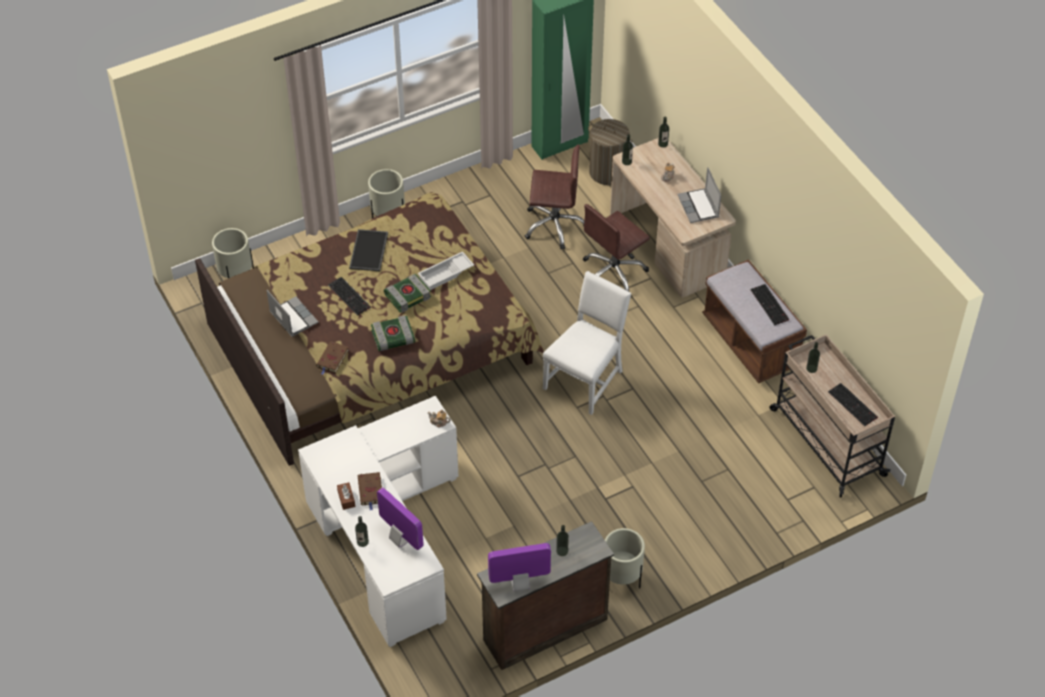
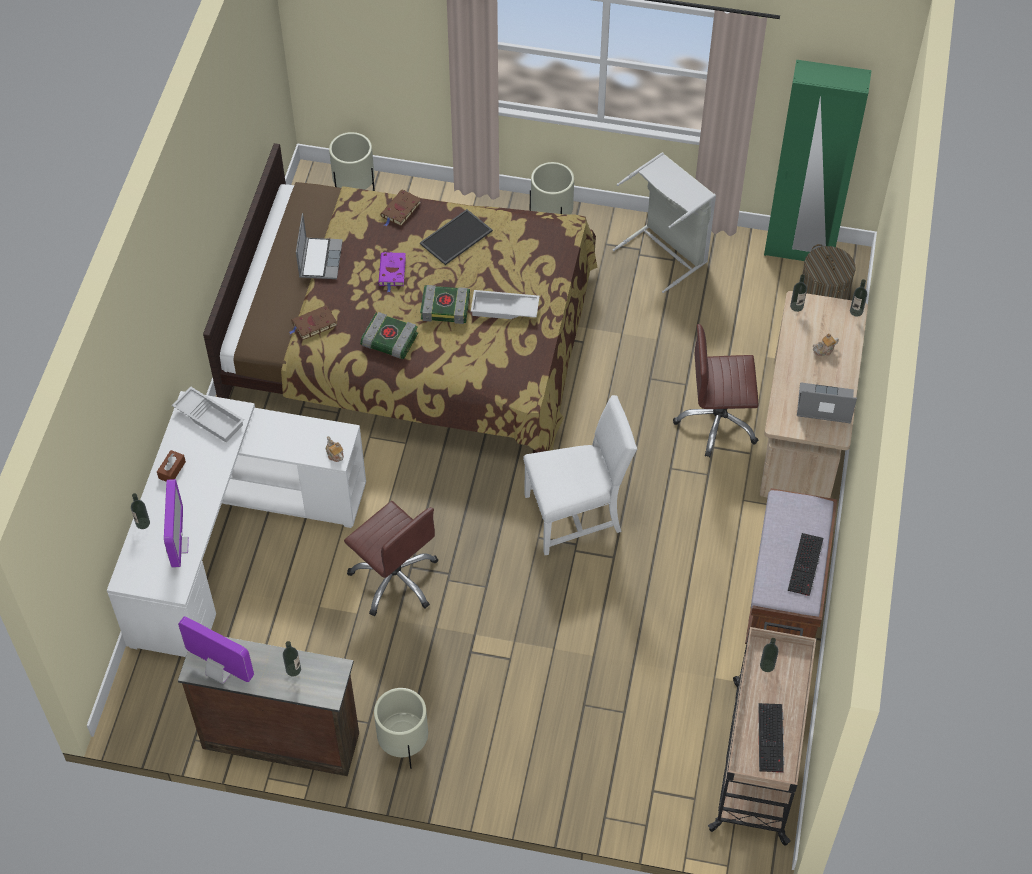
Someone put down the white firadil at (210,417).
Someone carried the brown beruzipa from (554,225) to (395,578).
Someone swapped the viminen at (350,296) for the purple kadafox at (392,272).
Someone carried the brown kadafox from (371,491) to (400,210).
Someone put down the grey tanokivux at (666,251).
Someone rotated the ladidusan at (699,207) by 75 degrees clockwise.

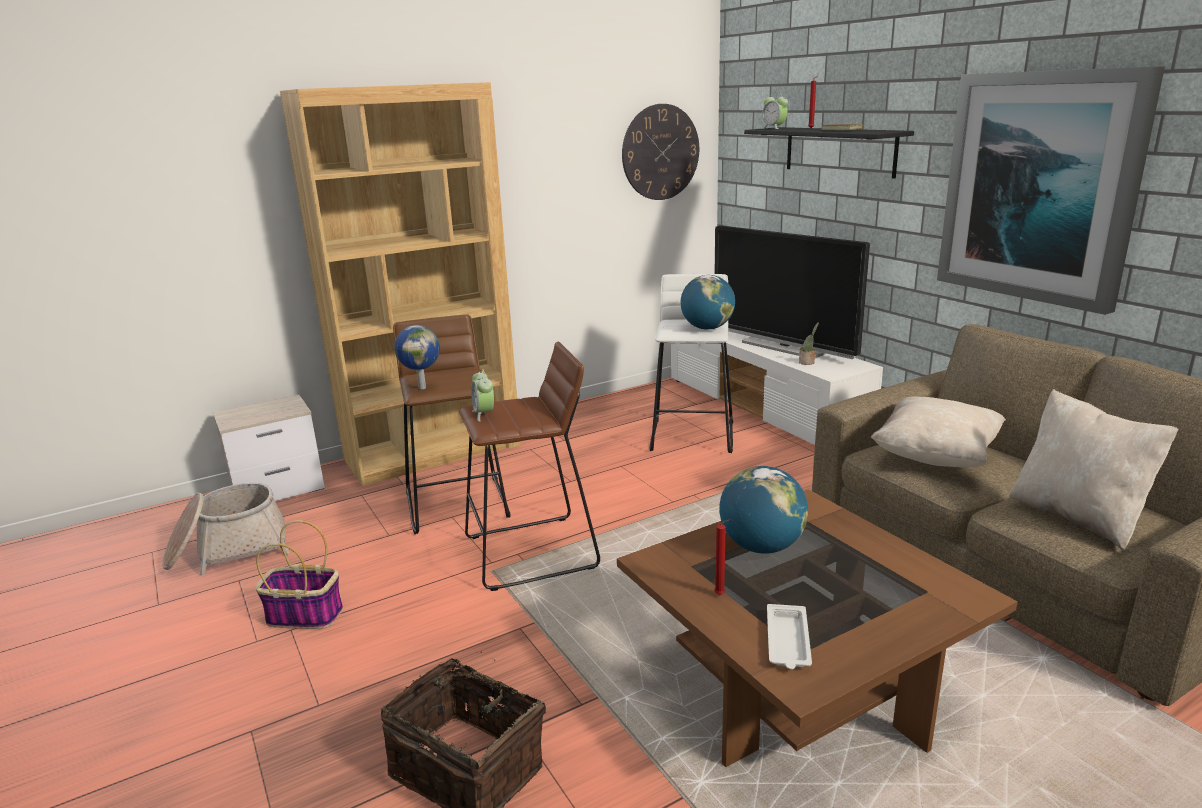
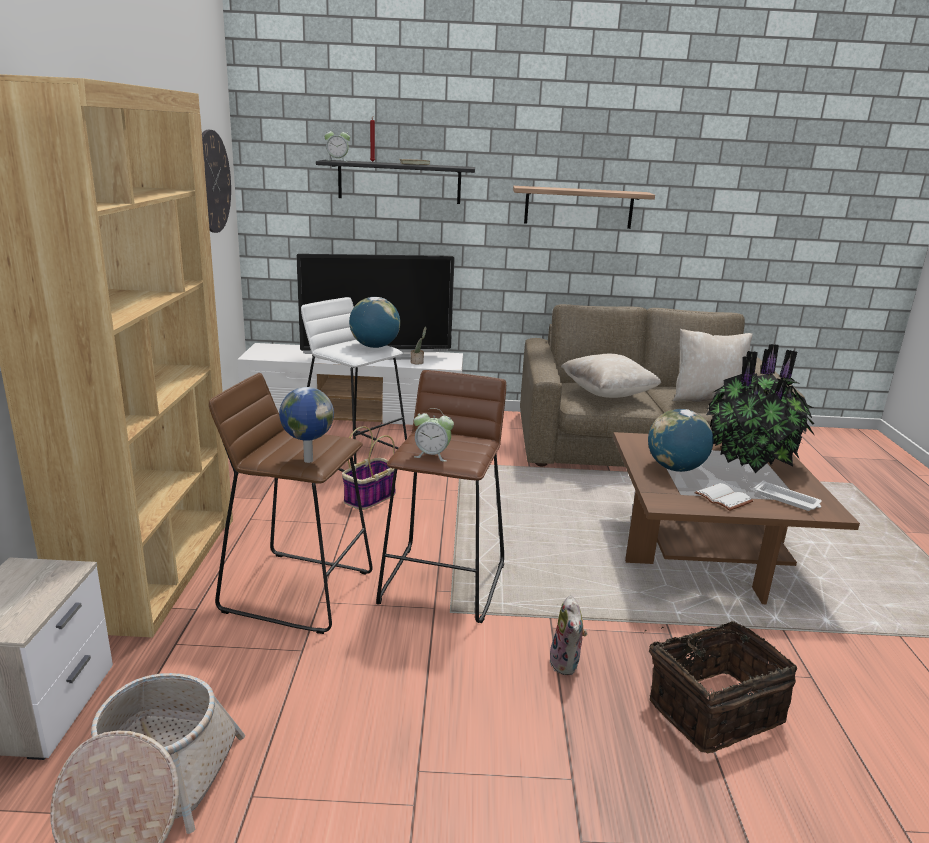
Someone carried the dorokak from (303,616) to (369,498).
Someone swapped the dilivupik at (1039,187) for the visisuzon at (578,207).
Someone put down the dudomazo at (567,664).
Someone swapped the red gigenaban at (721,595) for the white kadafox at (724,498).
Someone put down the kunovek at (750,459).

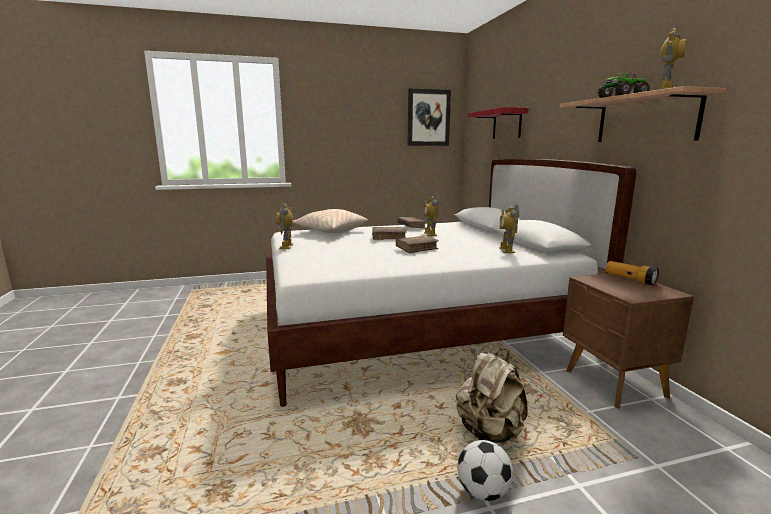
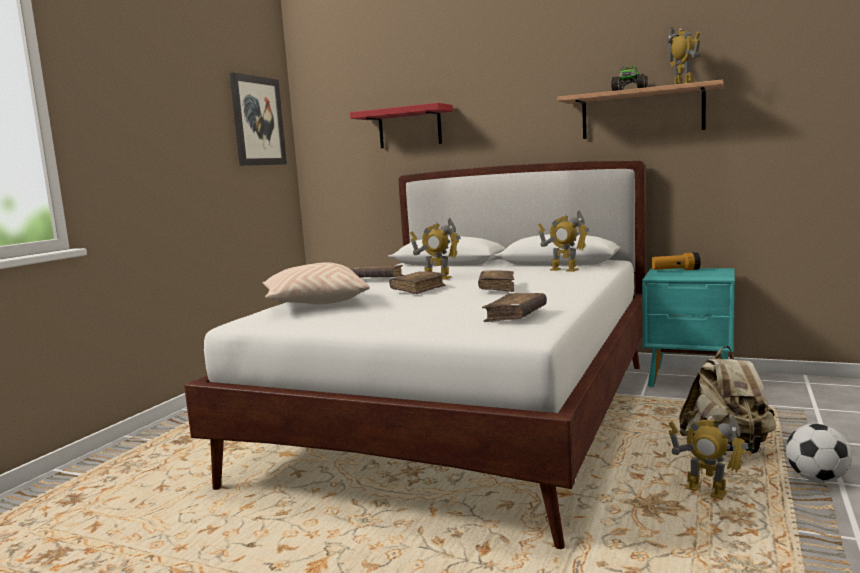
Someone put down the brown kadafox at (515,316).
Someone repainted the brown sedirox at (614,384), which became the turquoise sedirox at (690,379).
Someone carried the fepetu from (287,246) to (706,491).

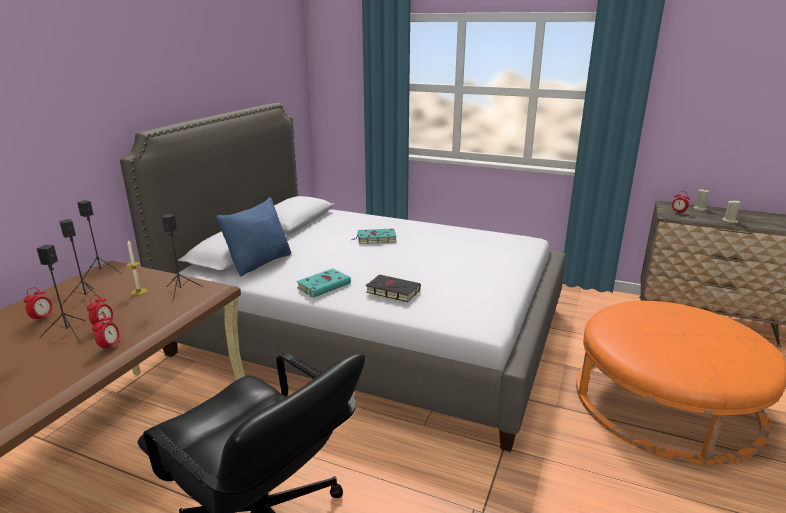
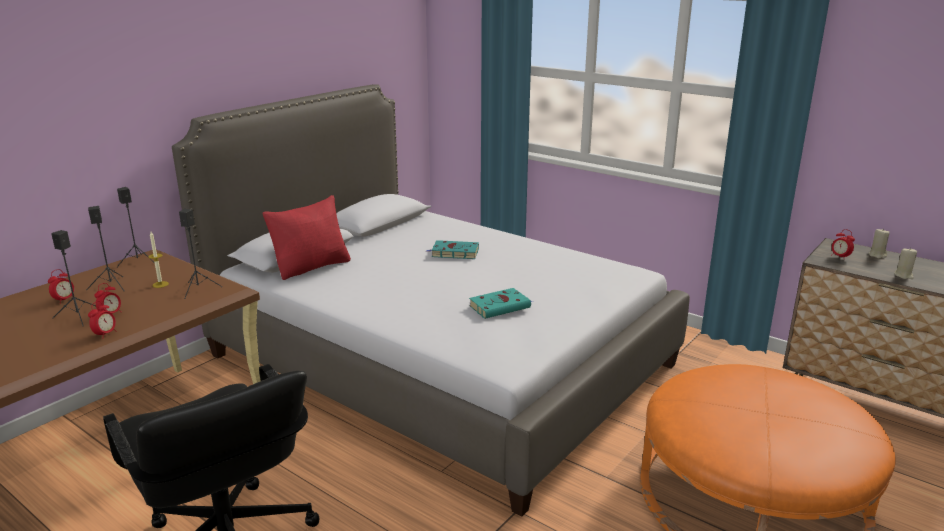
Someone repainted the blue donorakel at (260,263), which became the red donorakel at (312,267).
Someone carried the turquoise kadafox from (325,285) to (501,306).
Someone took away the black kadafox at (391,291).

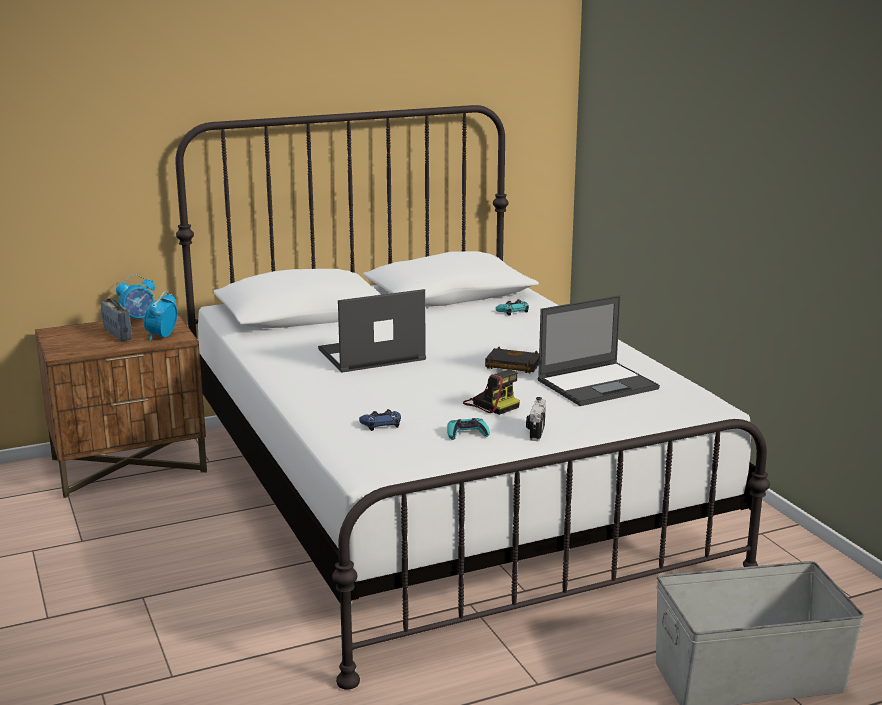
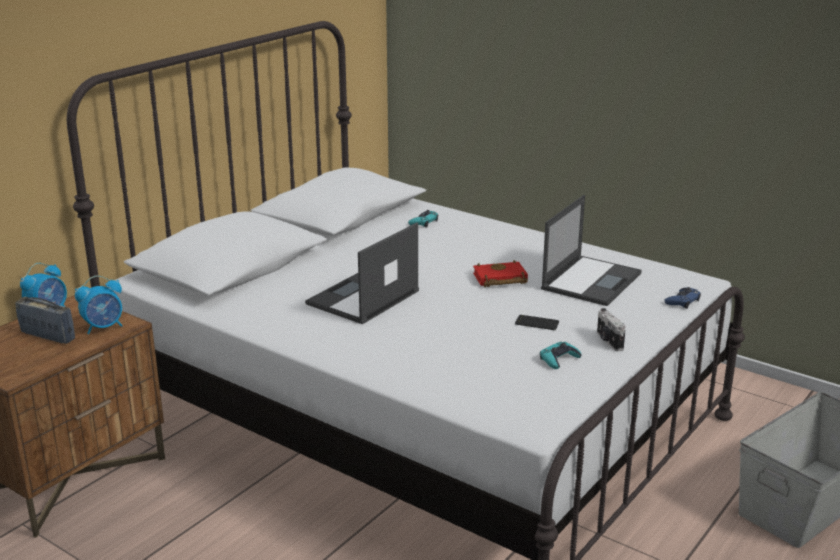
Someone rotated the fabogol at (162,337) by 105 degrees counterclockwise.
Someone repainted the black kadafox at (511,366), which became the red kadafox at (499,279).
Someone swapped the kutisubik at (491,404) for the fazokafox at (537,323).
Someone carried the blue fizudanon from (381,424) to (682,301).

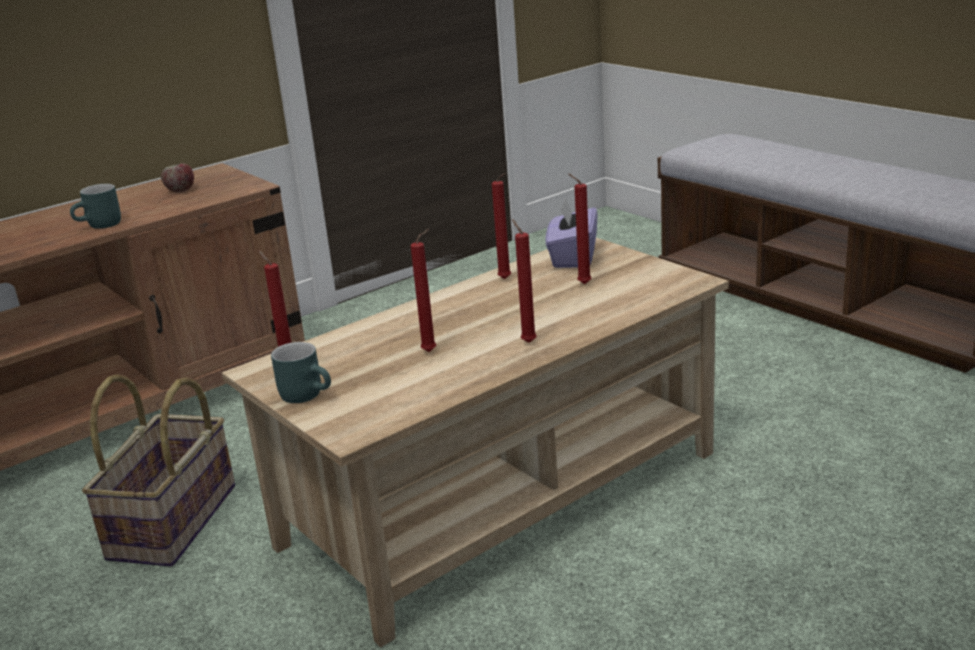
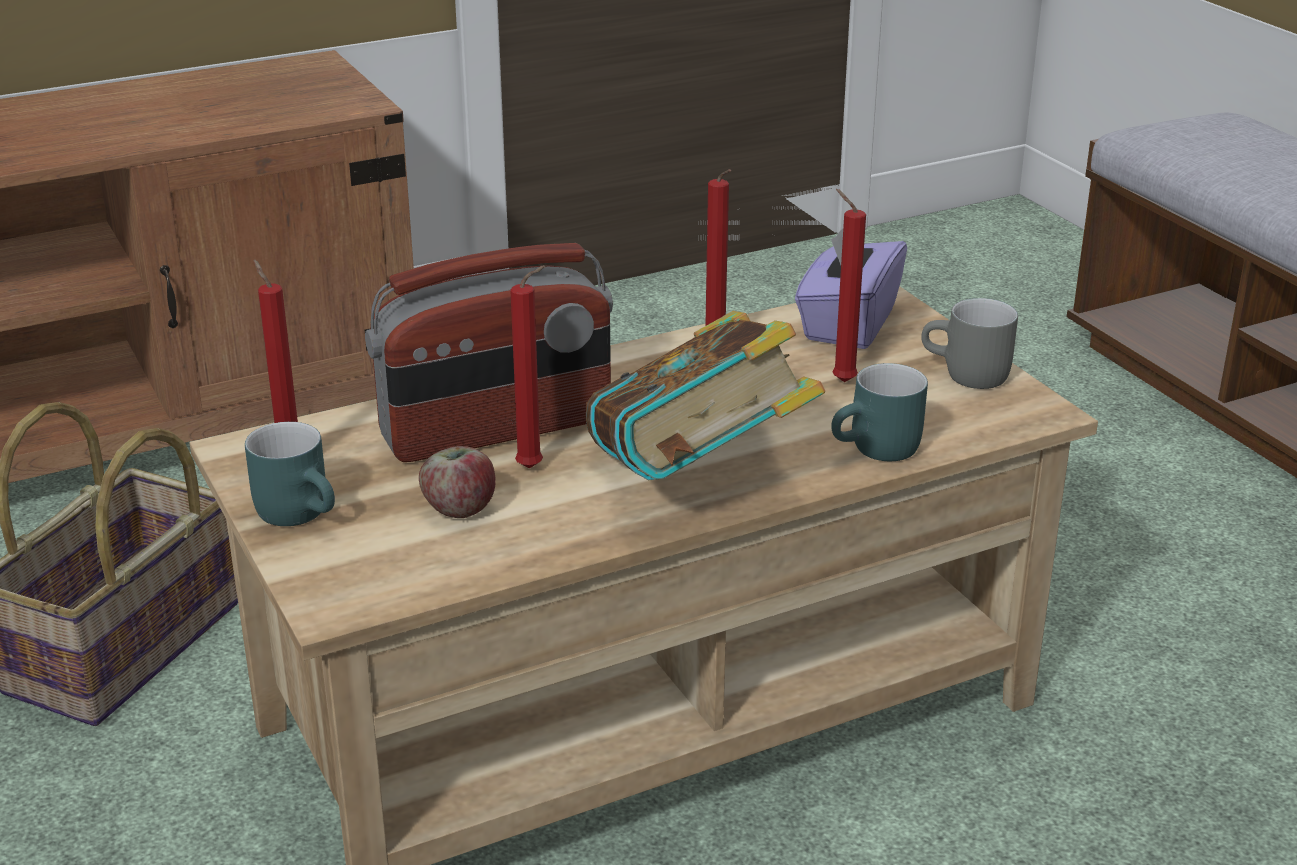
Someone put down the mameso at (497,430).
Someone carried the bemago from (180,190) to (460,508).
Someone swapped the red gigenaban at (527,341) for the kadafox at (698,480).
Someone carried the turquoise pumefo from (101,226) to (879,452).
Someone put down the grey pumefo at (965,376).

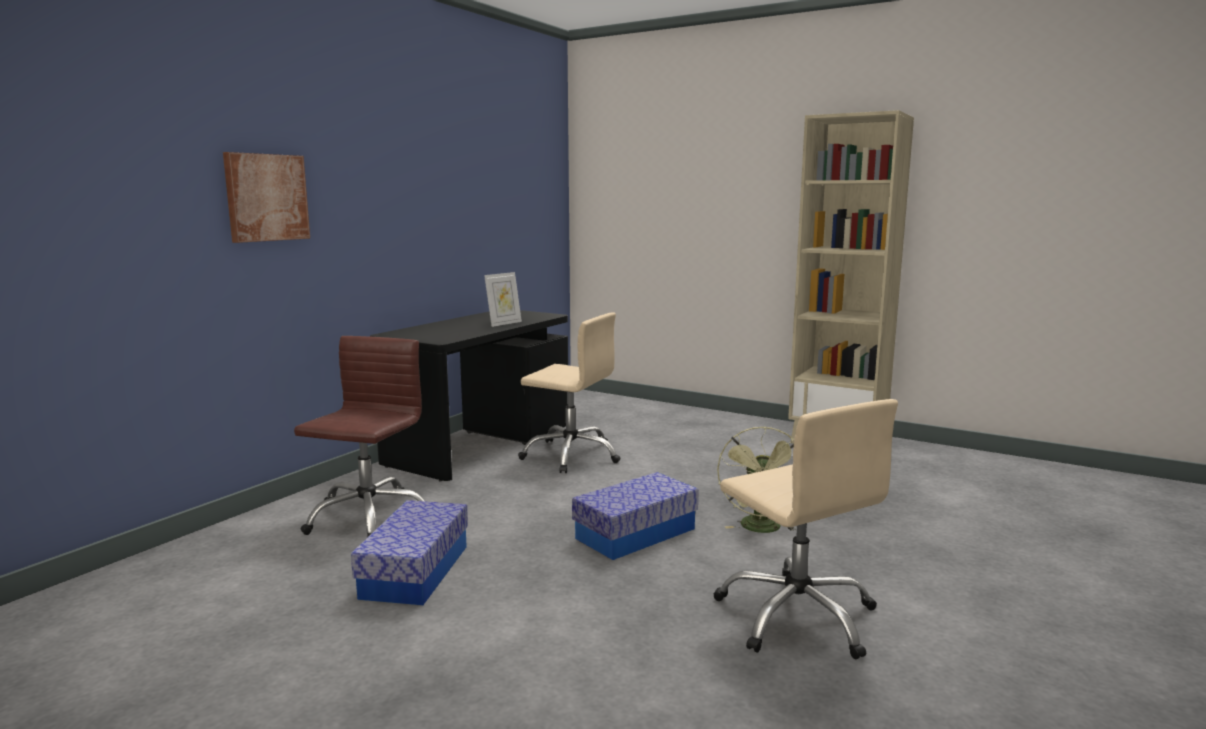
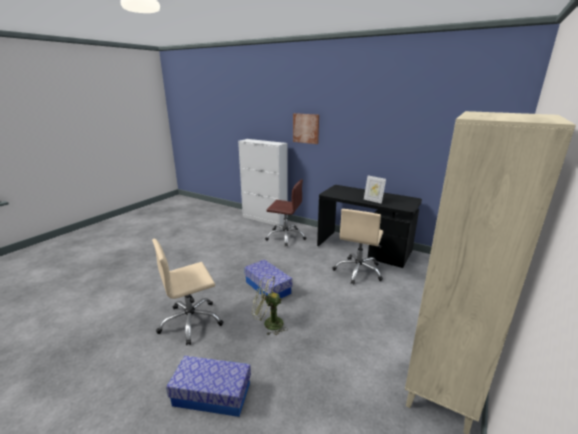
Someone carried the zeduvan from (415,571) to (212,394).
Someone put down the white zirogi at (264,219).

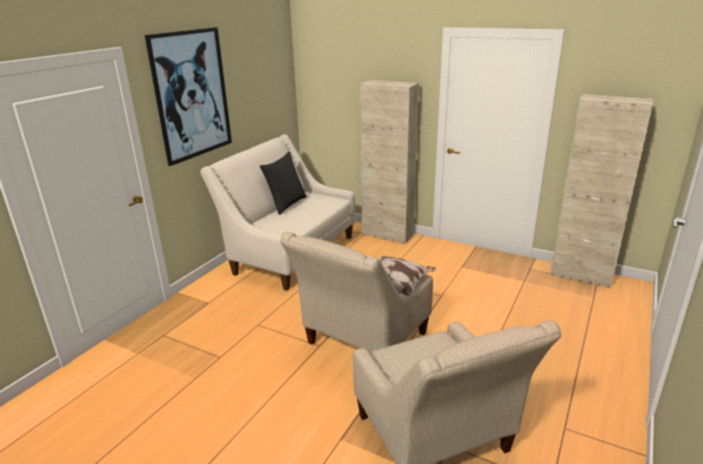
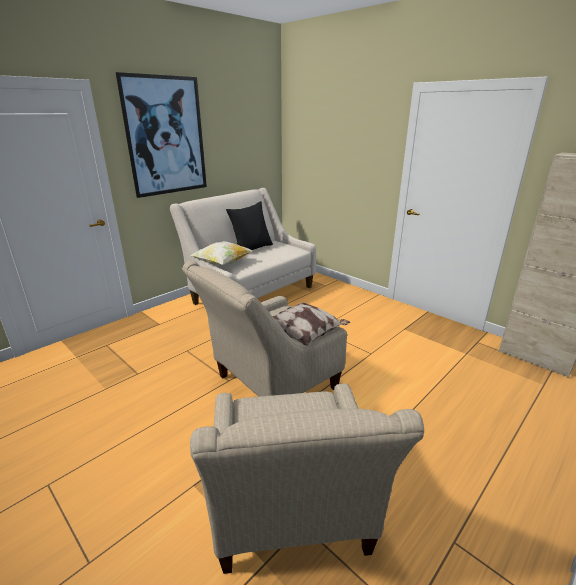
Someone put down the donorakel at (222,264).
Someone took away the beige zirogi at (387,235).

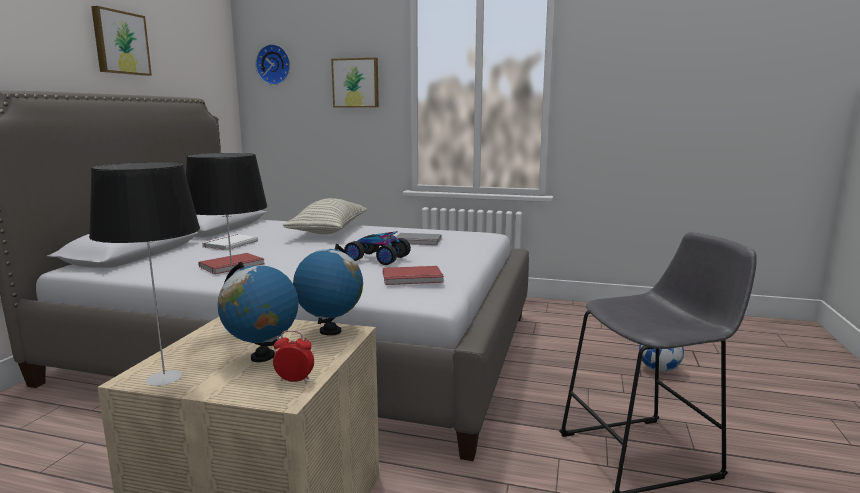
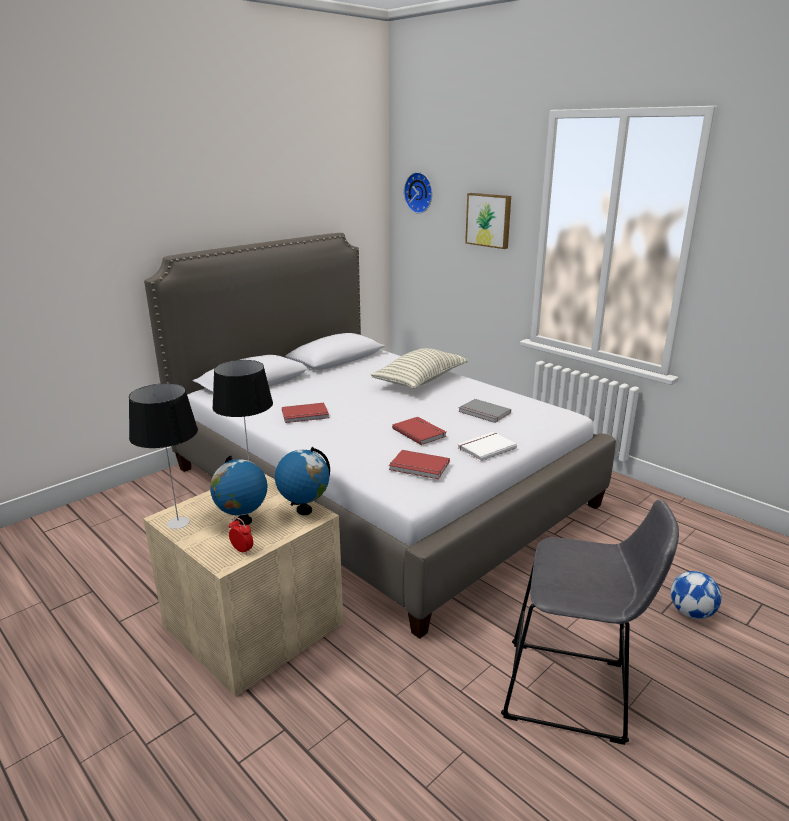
Someone swapped the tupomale at (378,258) for the red kadafox at (420,432).
Someone carried the white kadafox from (229,244) to (485,448).
Someone took away the dilivupik at (120,43).

